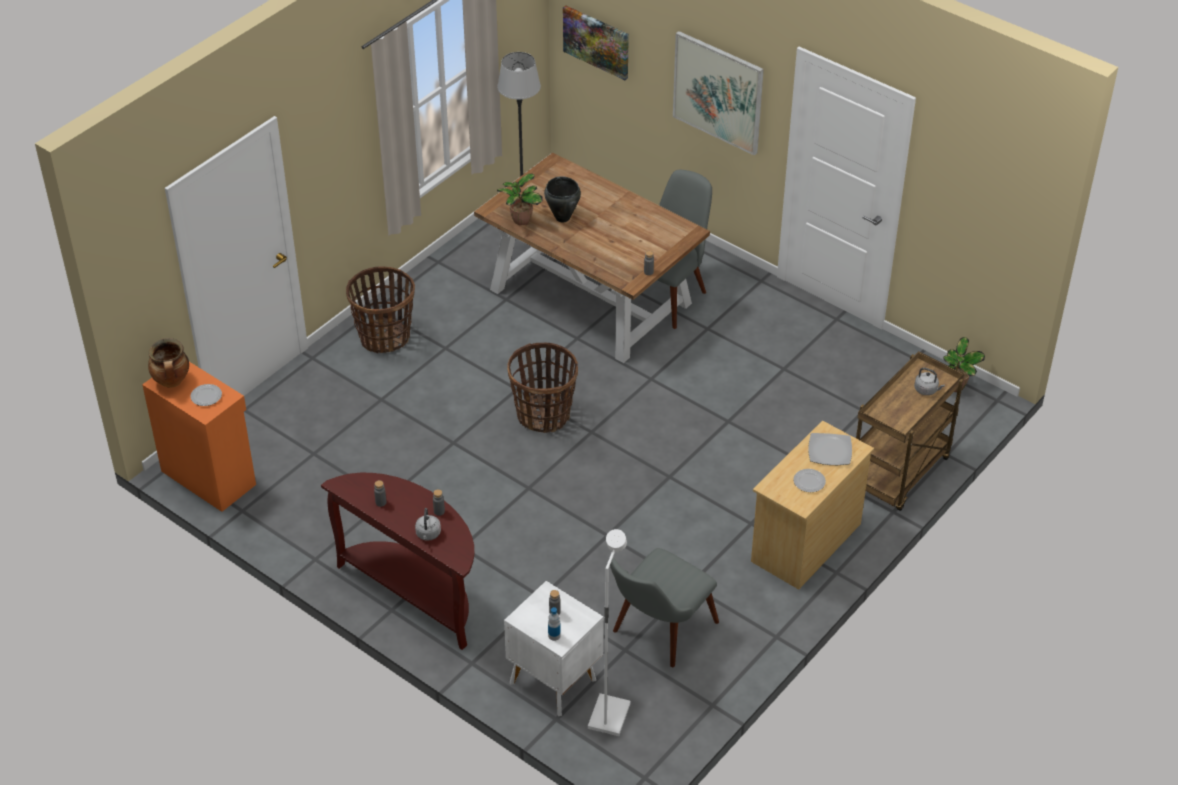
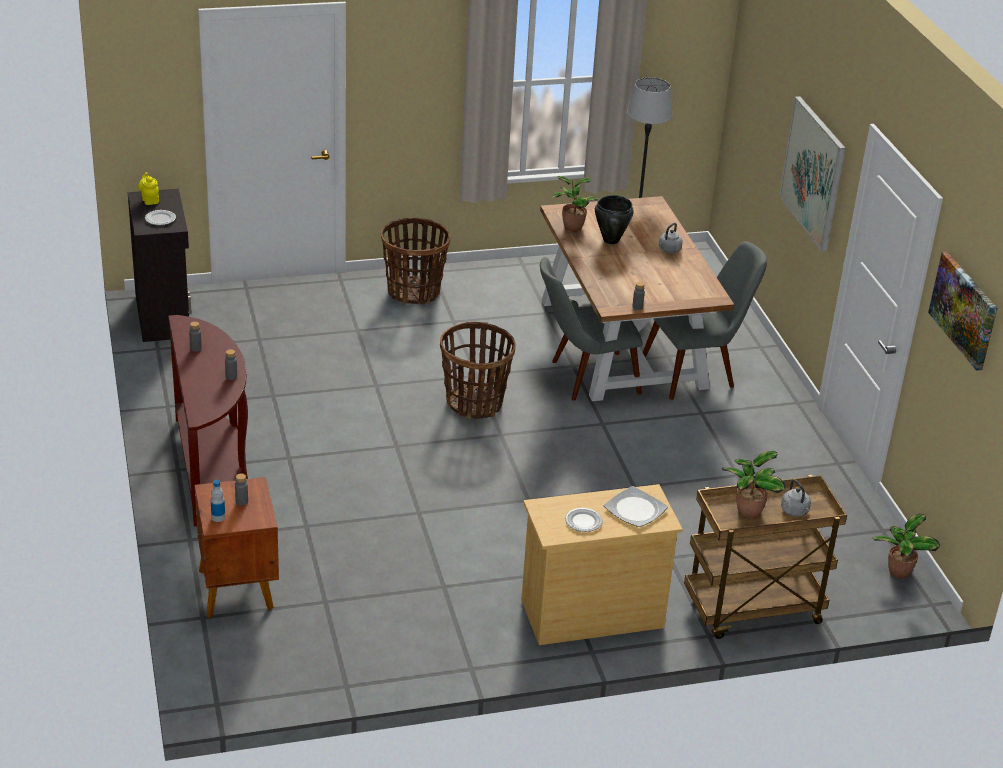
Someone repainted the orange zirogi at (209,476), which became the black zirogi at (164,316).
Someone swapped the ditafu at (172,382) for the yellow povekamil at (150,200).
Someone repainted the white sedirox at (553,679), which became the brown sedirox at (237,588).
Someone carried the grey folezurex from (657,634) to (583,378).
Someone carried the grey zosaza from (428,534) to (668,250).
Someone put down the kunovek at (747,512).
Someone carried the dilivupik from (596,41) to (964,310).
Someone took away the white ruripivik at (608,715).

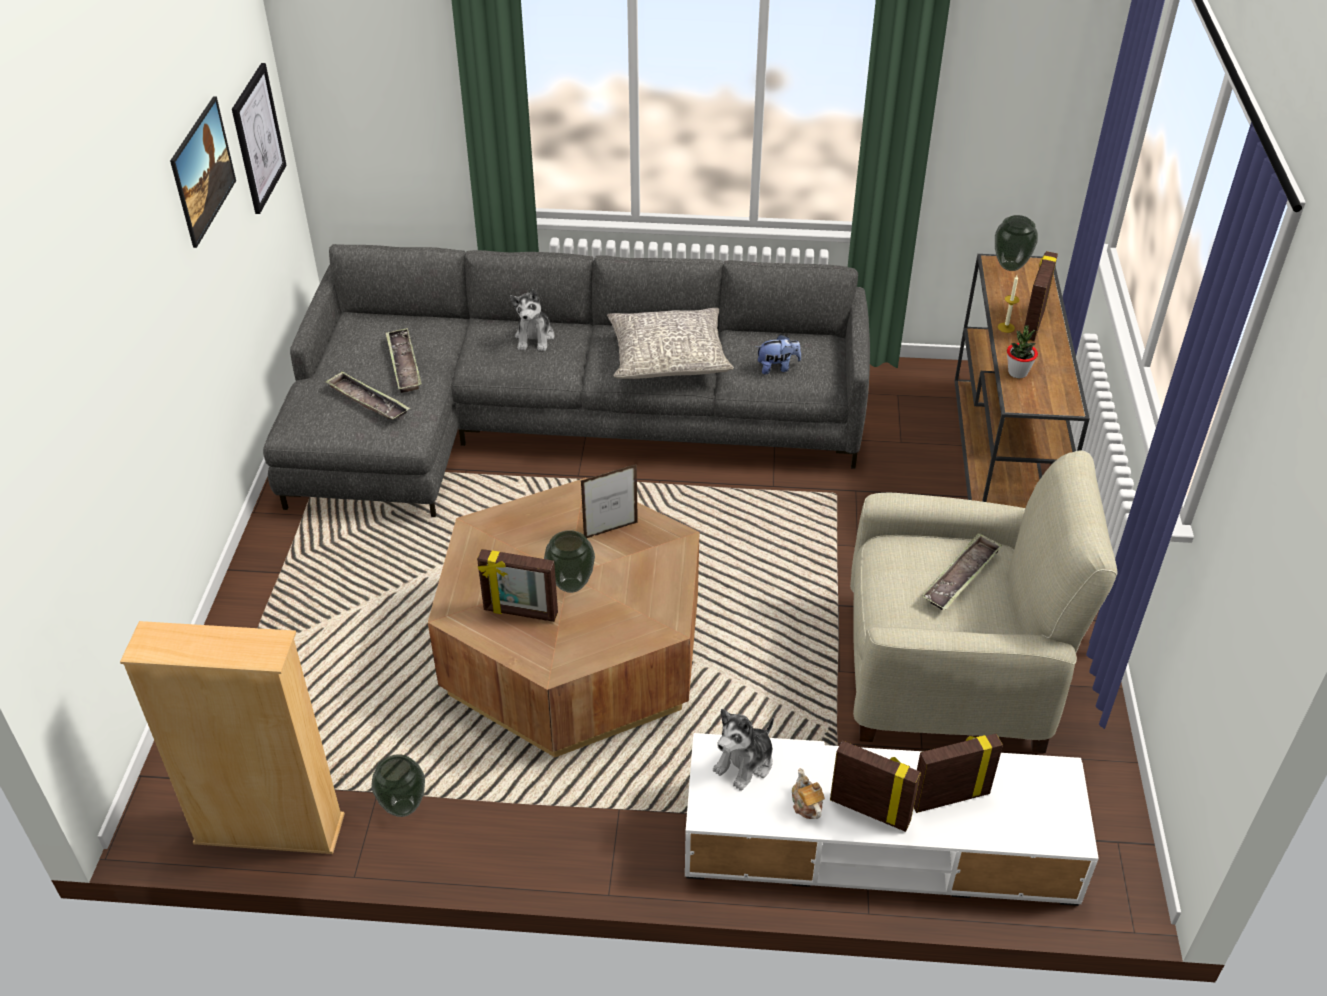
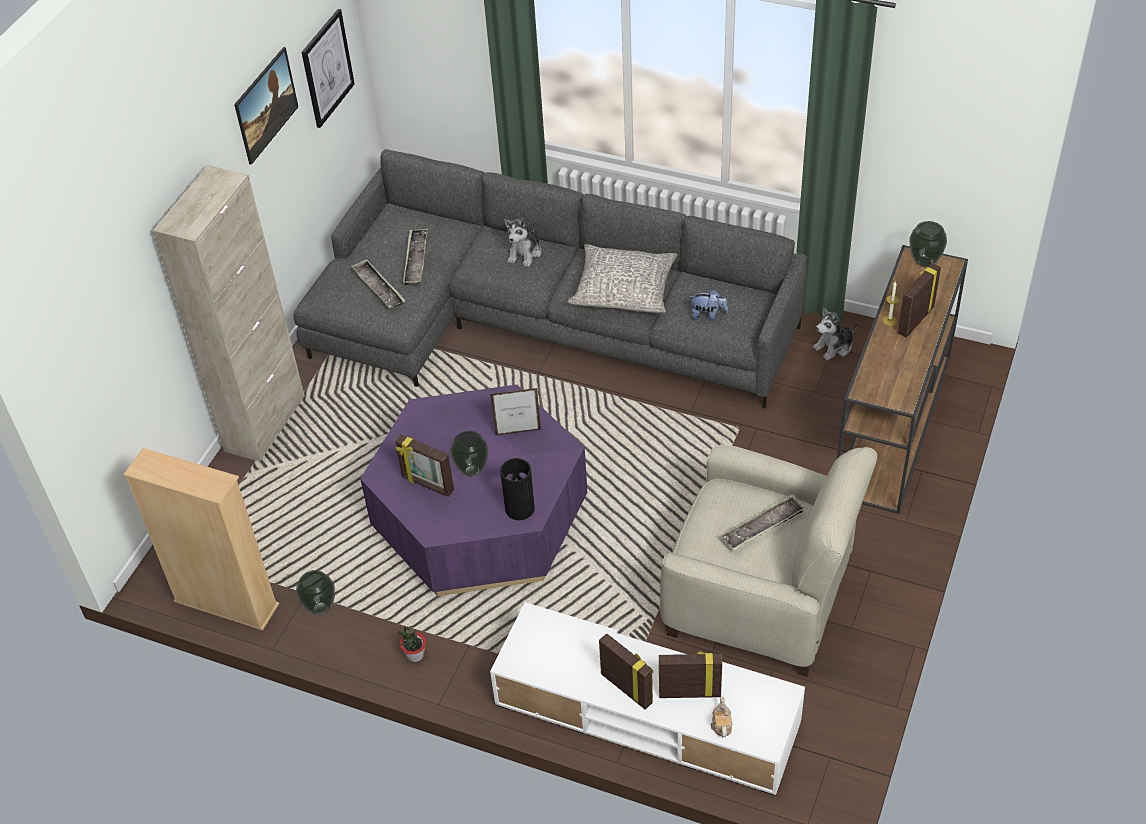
Someone put down the beige zirogi at (265,423).
Someone repainted the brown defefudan at (573,651), which became the purple defefudan at (481,517).
Someone carried the kunovek from (1017,373) to (415,655).
Someone put down the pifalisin at (519,508).
Someone carried the povekamil from (806,804) to (721,724).
Someone carried the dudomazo from (745,763) to (834,347).

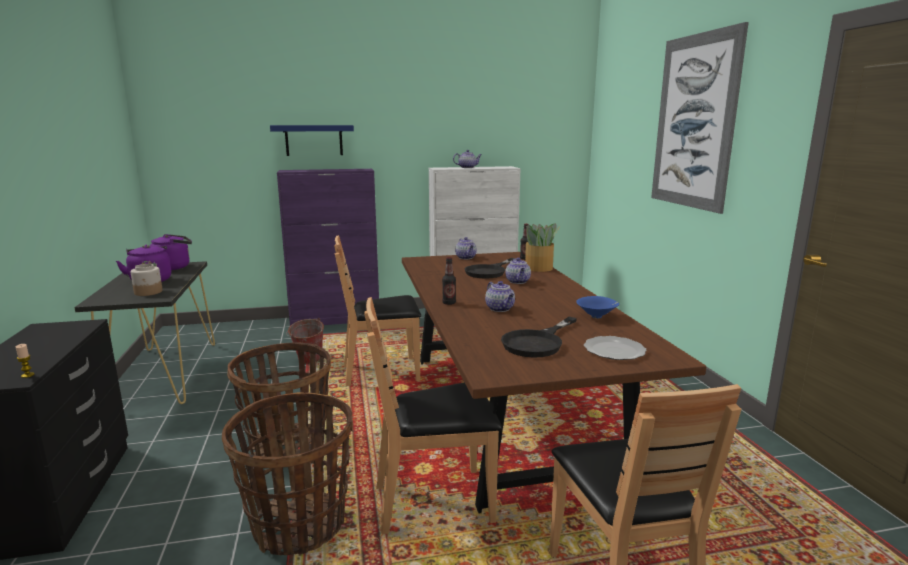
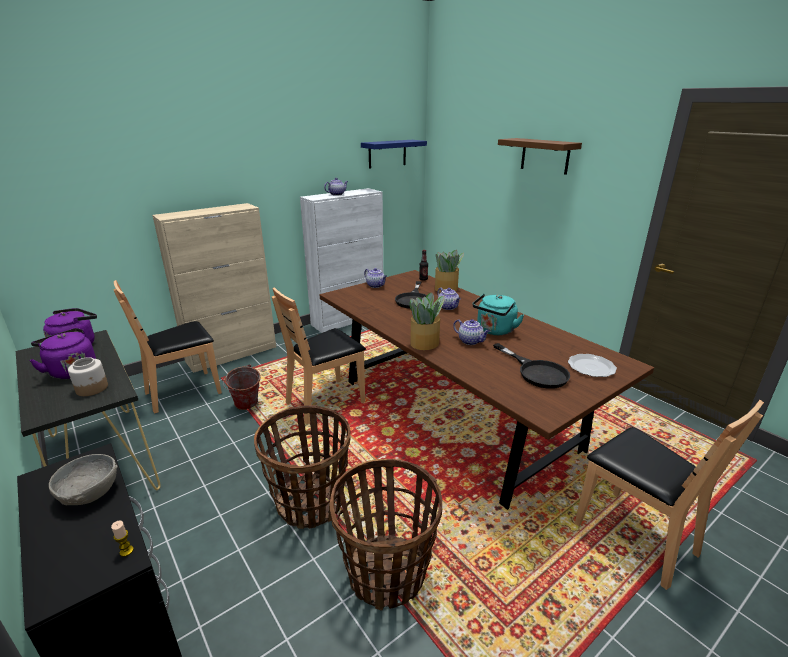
Someone put down the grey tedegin at (89,492).
Someone carried the brown folezurex from (434,502) to (184,392).
Someone repainted the purple zirogi at (336,319), which became the beige zirogi at (232,354).
Someone carried the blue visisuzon from (314,140) to (387,153).
Someone swapped the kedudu at (449,303) for the kunovek at (425,343).
Someone put down the turquoise zosaza at (494,331).
Someone rotated the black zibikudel at (537,342) by 45 degrees counterclockwise.
Someone swapped the dilivupik at (694,122) for the brown visisuzon at (545,156).
Someone took away the blue tedegin at (597,317).

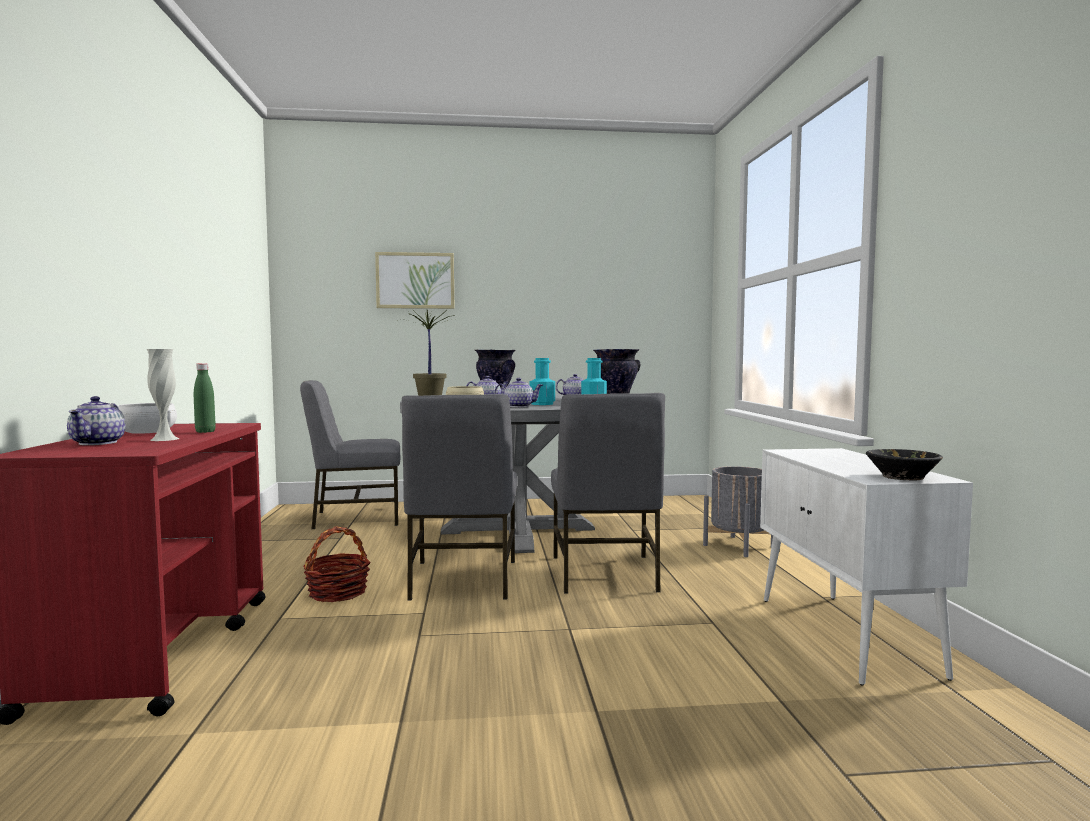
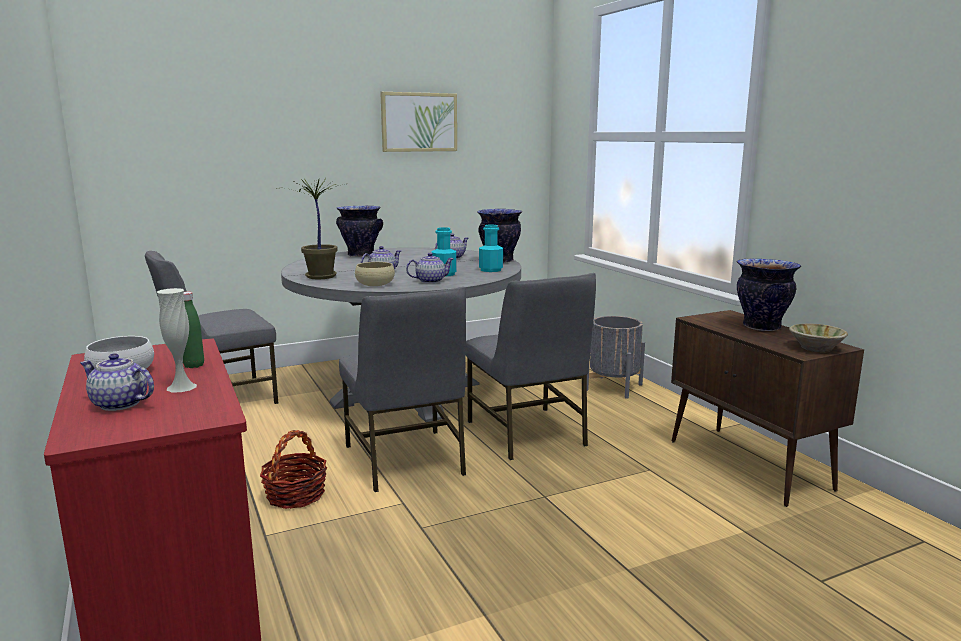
Someone rotated the povekamil at (99,443) by 135 degrees clockwise.
Someone carried the dilivupik from (415,280) to (419,122).
Someone repainted the white zirogi at (846,636), which became the brown zirogi at (749,465).
Someone put down the pifalisin at (762,327).
Someone repainted the black tedegin at (902,477), which became the beige tedegin at (815,348).

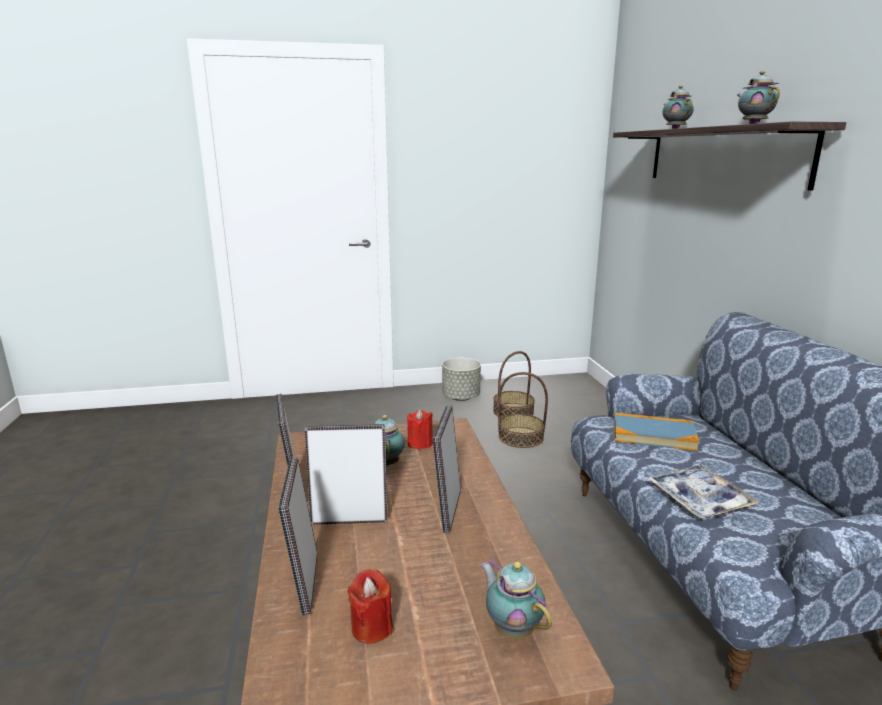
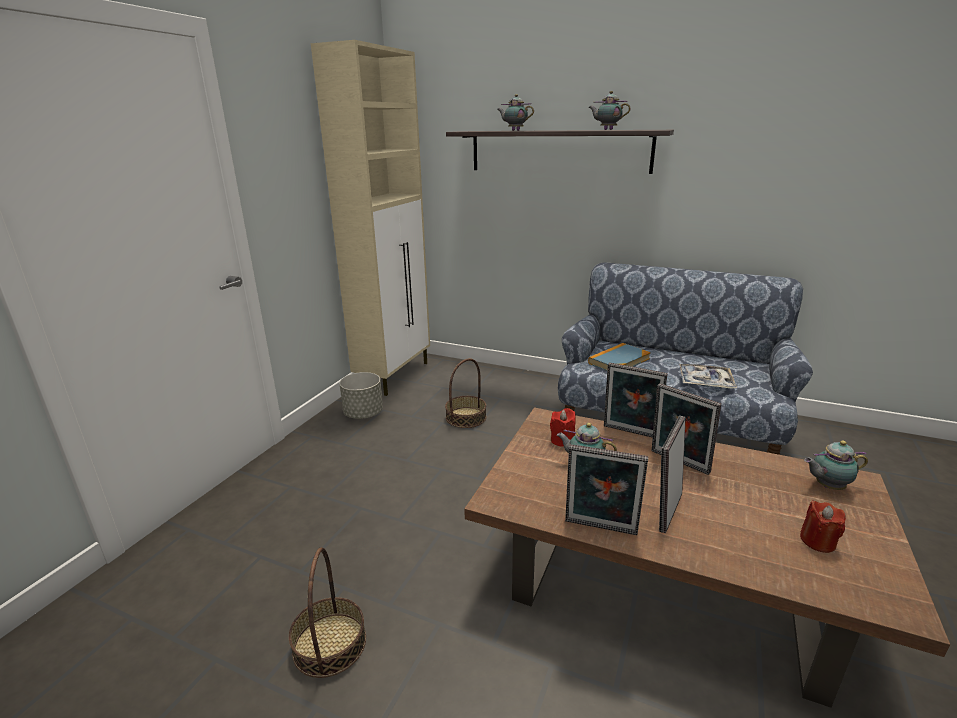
Someone carried the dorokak from (513,411) to (329,644).
Someone put down the beige zirogi at (394,375).
Someone carried the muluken from (304,583) to (630,433).

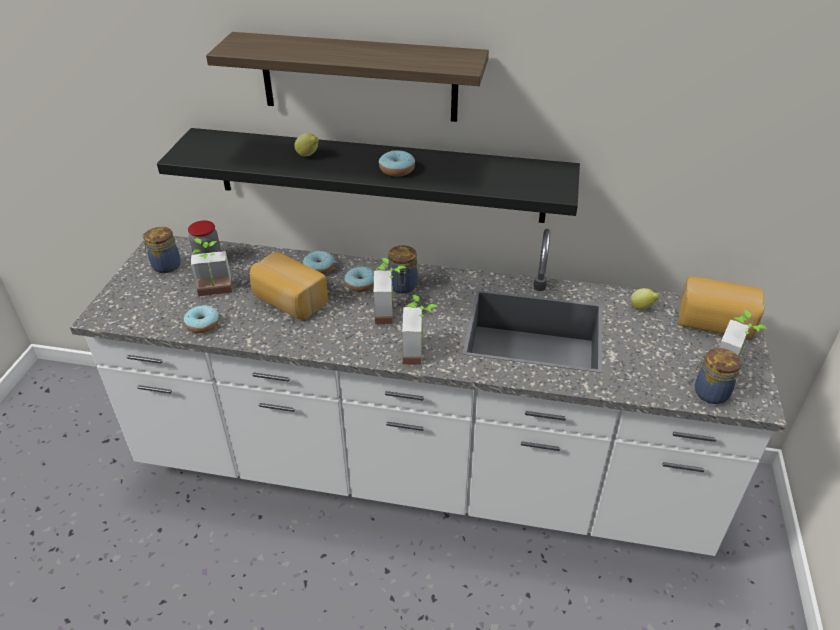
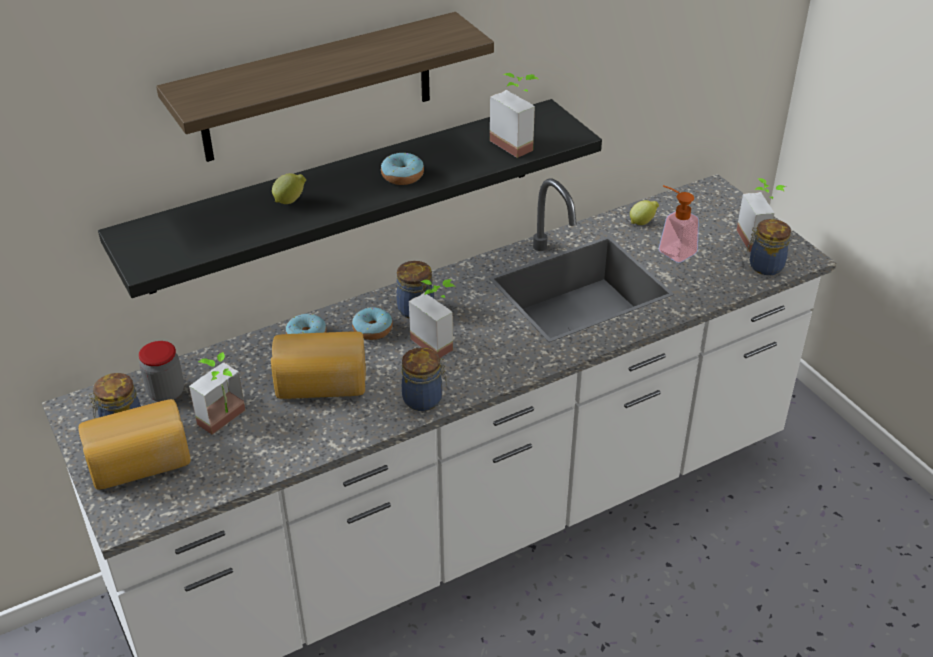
Someone carried the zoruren from (715,324) to (140,464).
Someone put down the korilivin at (424,399).
Someone carried the kunovek from (420,351) to (518,142).
Someone put down the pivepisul at (672,249).
Someone took away the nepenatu at (203,324).

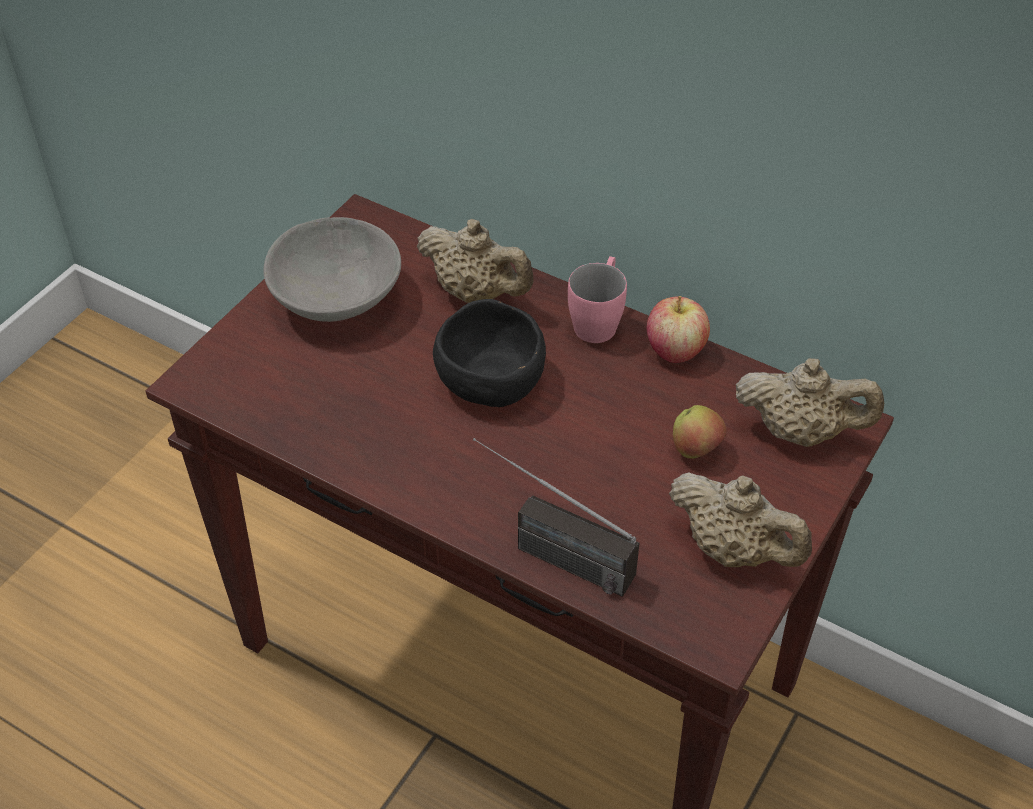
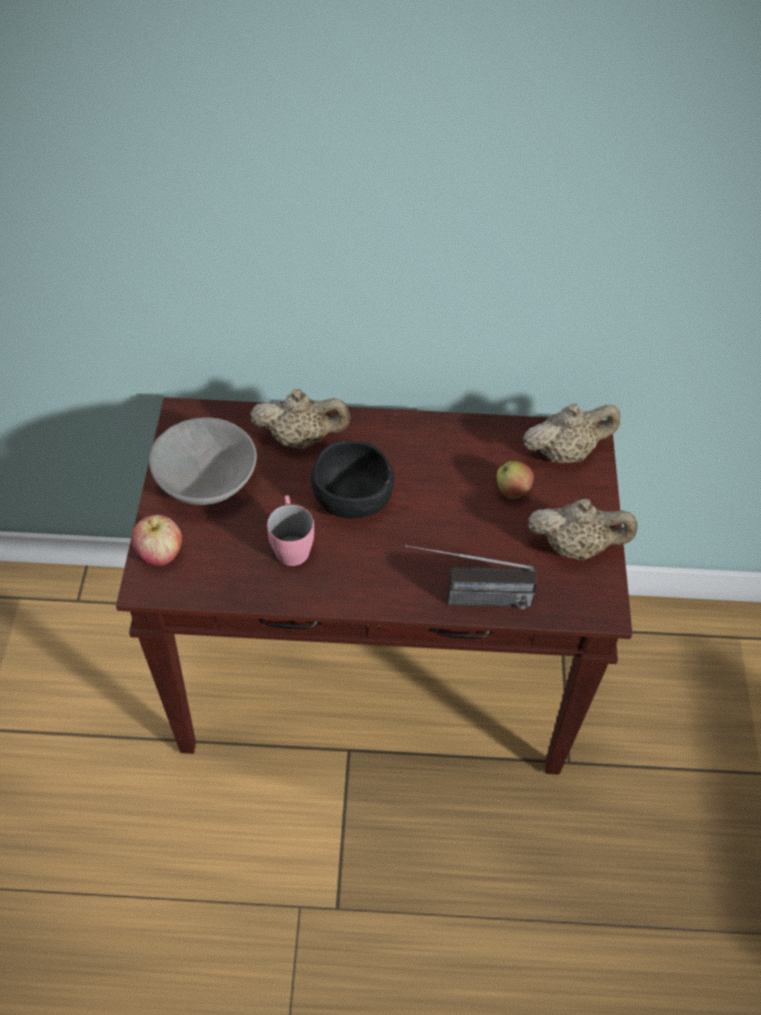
Someone carried the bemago from (675,351) to (160,554).
Someone carried the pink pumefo from (598,320) to (291,544).

